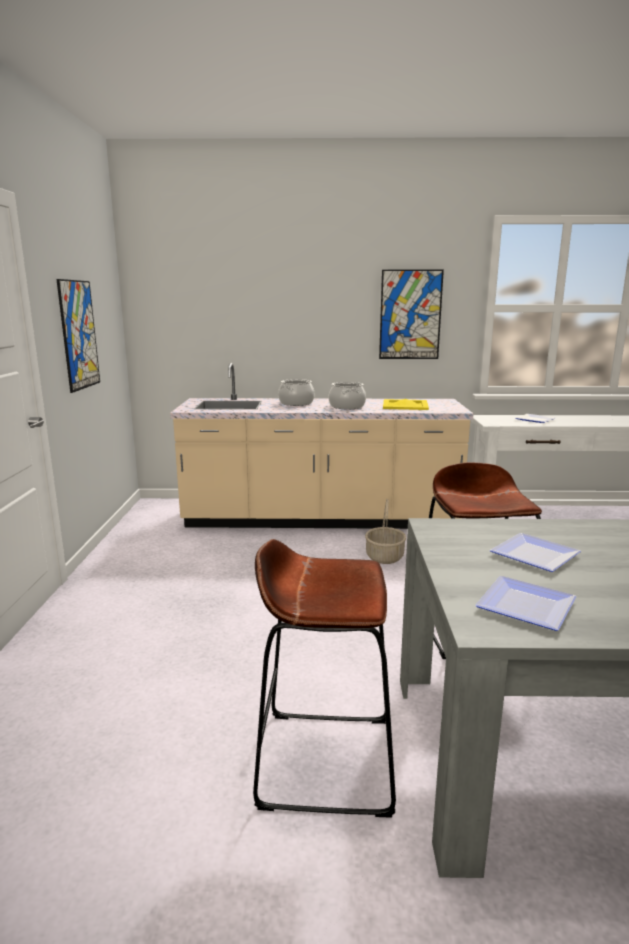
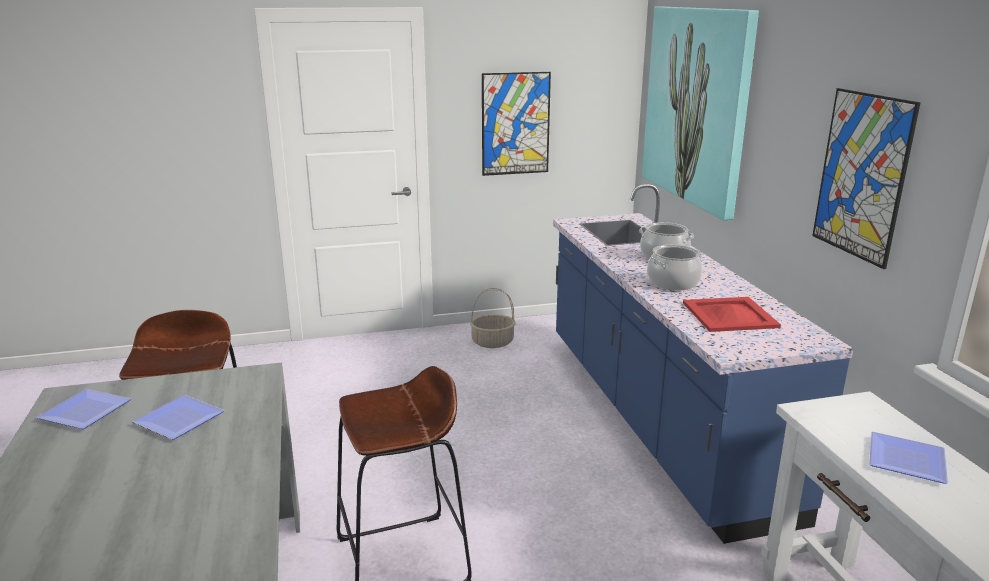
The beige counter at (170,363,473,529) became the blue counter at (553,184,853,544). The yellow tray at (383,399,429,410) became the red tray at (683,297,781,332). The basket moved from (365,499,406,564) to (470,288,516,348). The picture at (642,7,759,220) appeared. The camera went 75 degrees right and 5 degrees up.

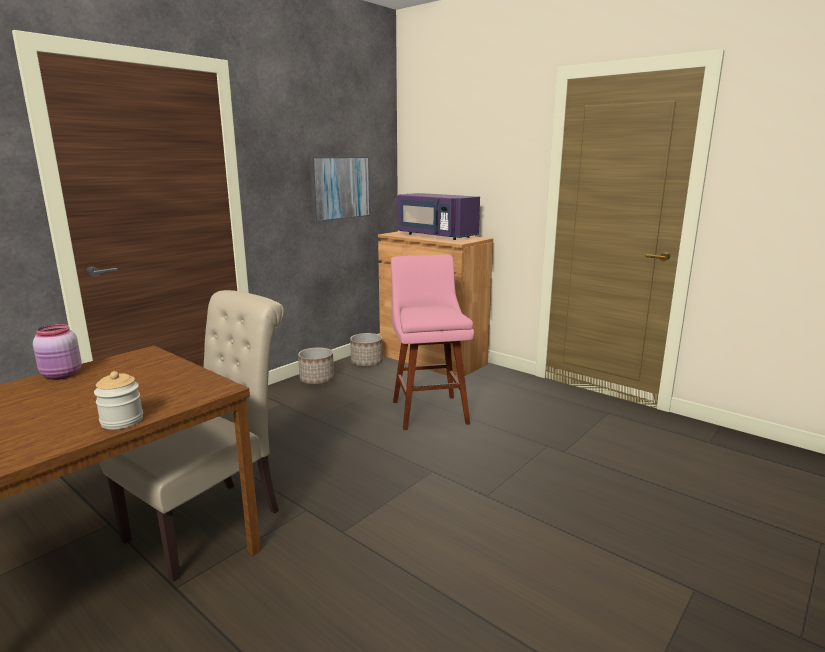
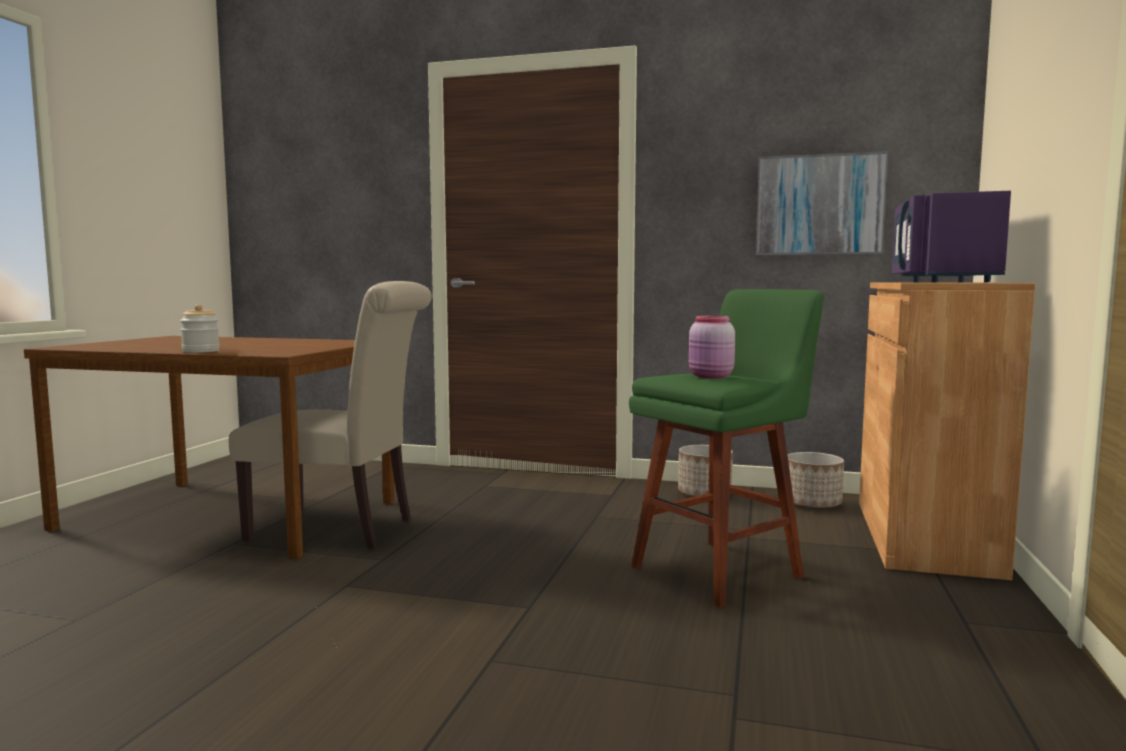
The pink stool at (391,255,474,430) became the green stool at (629,289,824,608). The pink jar moved from (33,324,82,380) to (689,315,735,378). The camera went 65 degrees right and 10 degrees down.

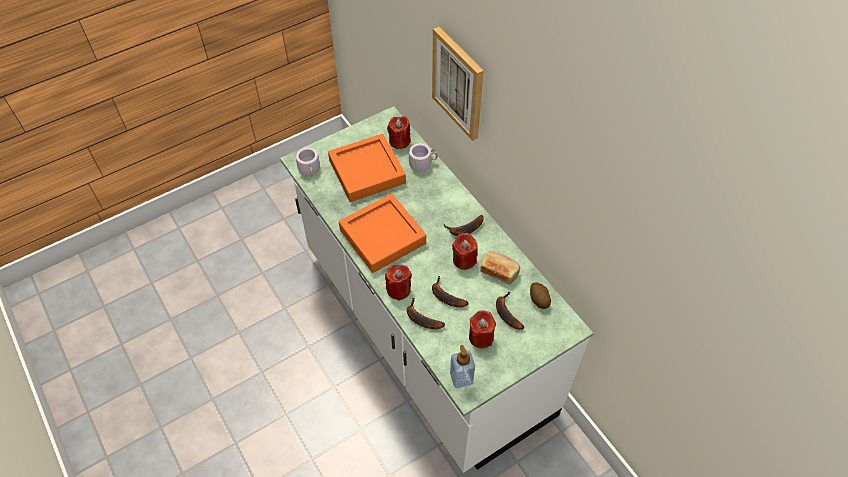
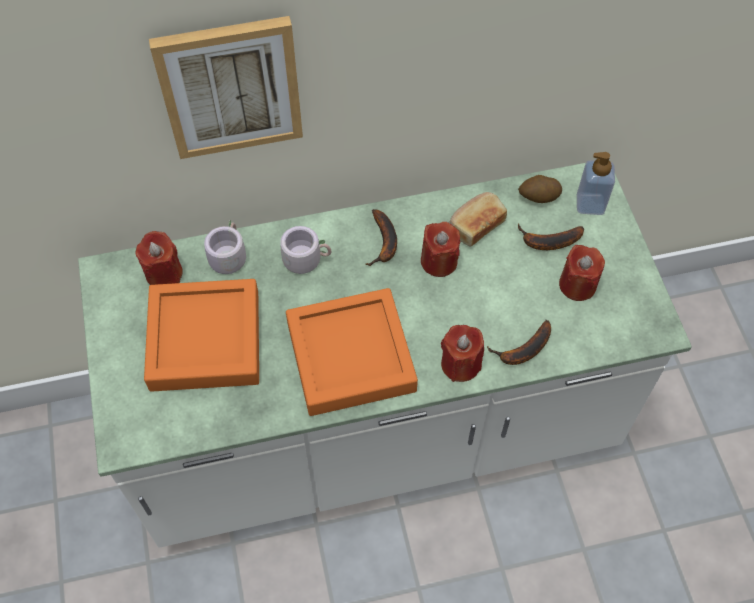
The grey mug moved from (296,148,320,176) to (280,226,331,274). The banana at (432,276,468,308) disappeared. The soap dispenser moved from (450,345,475,388) to (577,152,615,215). The camera went 70 degrees left and 5 degrees up.

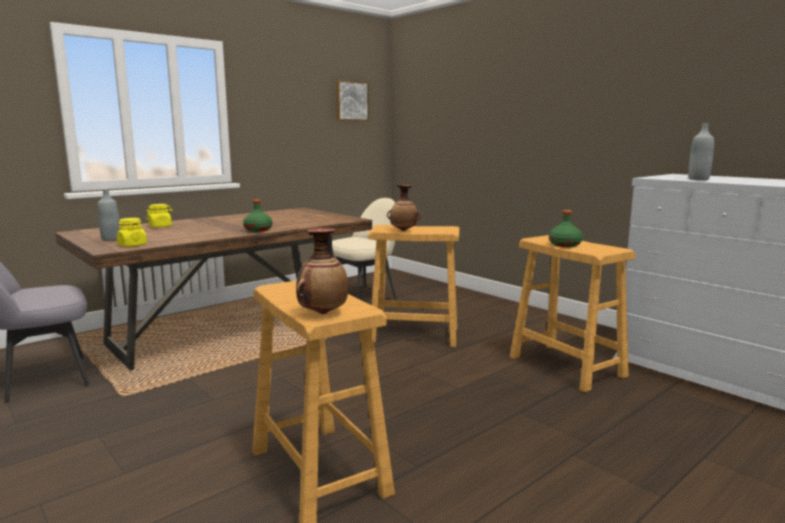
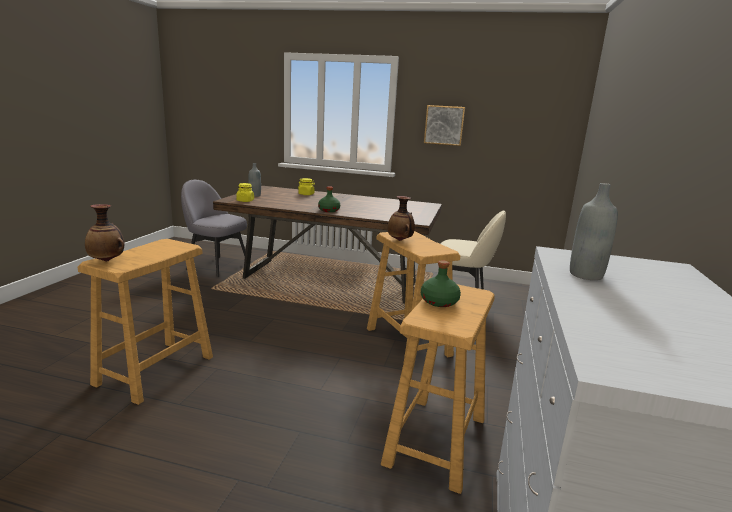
The picture moved from (336,80,369,121) to (424,105,465,146). The camera went 55 degrees right and 5 degrees up.

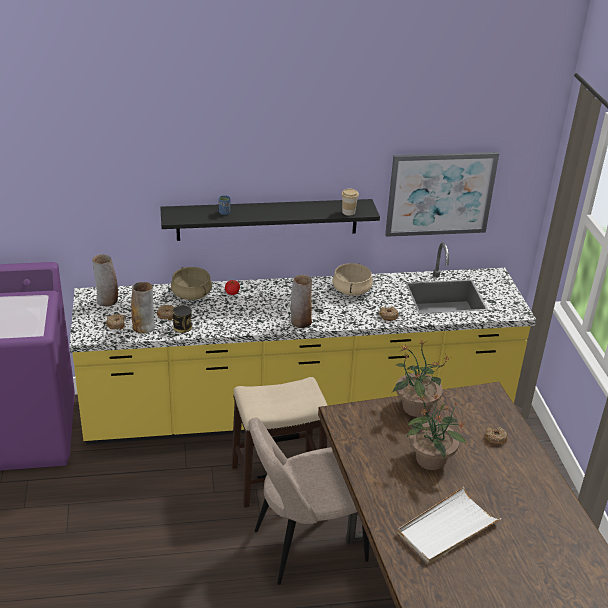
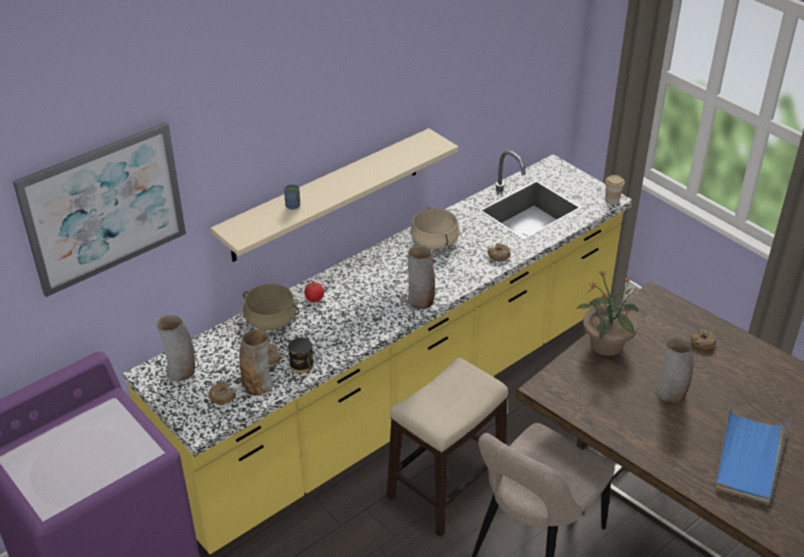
The picture moved from (385,152,499,237) to (13,122,186,297). The cup moved from (341,189,359,216) to (605,175,625,205). The black shelf at (160,199,380,241) became the beige shelf at (210,128,459,262). The potted plant at (407,393,467,470) was replaced by the vase at (657,336,693,404). The white tray at (397,487,501,564) became the blue tray at (715,407,788,503). The camera went 30 degrees left and 5 degrees up.

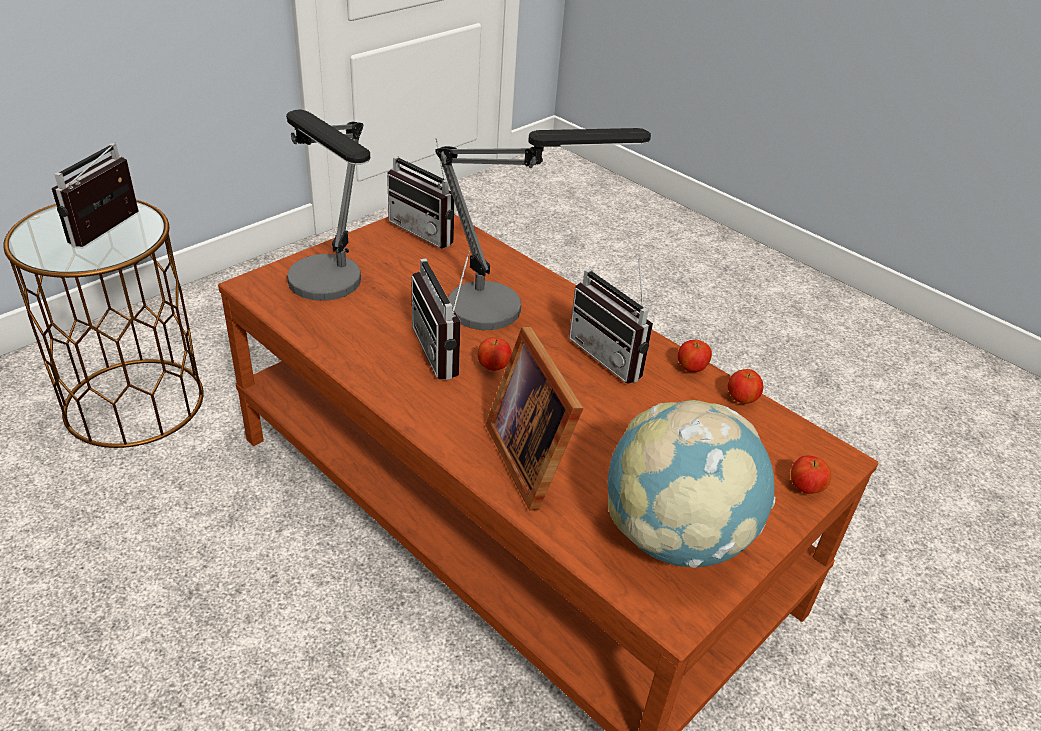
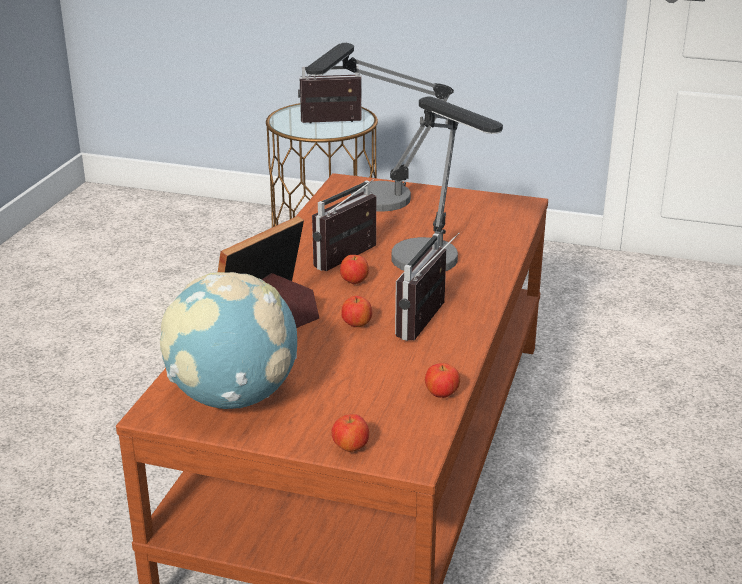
The radio at (387,138,454,249) disappeared. The apple moved from (678,340,712,372) to (341,296,372,327). The camera went 65 degrees right and 10 degrees down.

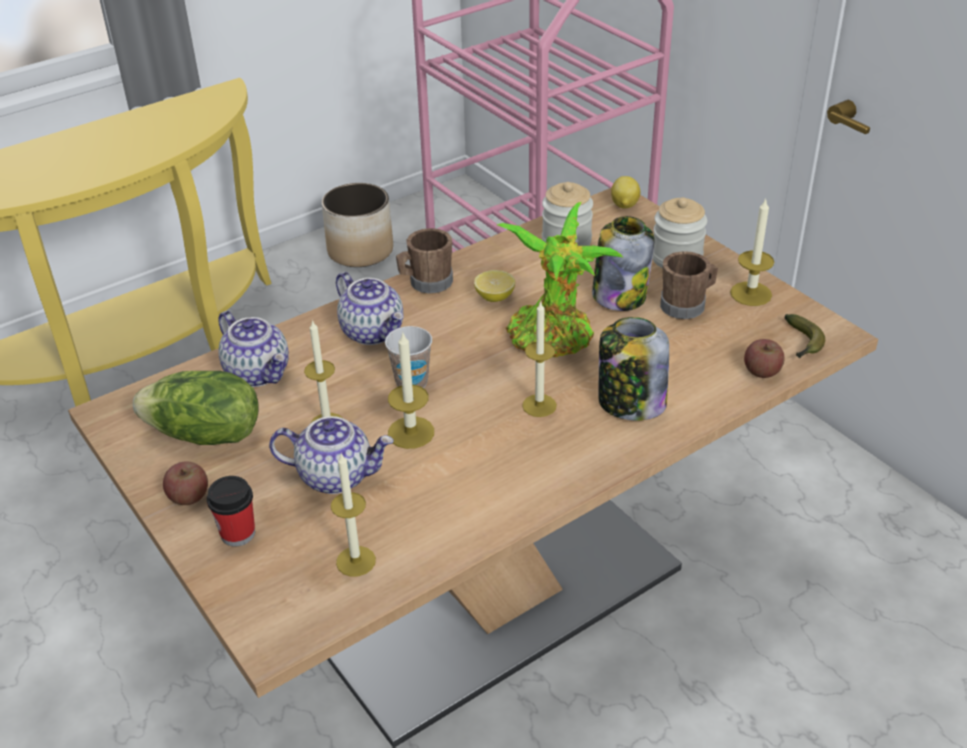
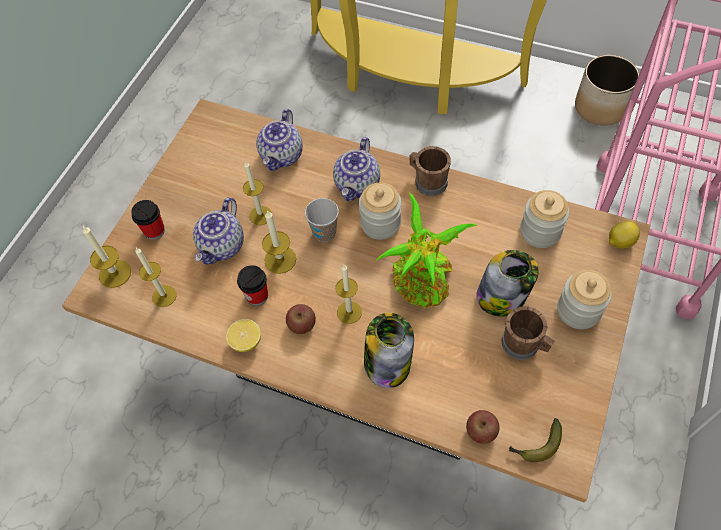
The candle moved from (730,198,774,306) to (83,226,131,288). The lemon moved from (474,270,515,302) to (226,319,261,352). The lettuce at (133,371,259,445) disappeared. The teapot at (269,416,394,494) turned 45 degrees clockwise. The apple moved from (163,461,208,505) to (286,304,316,334). The jar at (359,183,401,240) appeared. The cup at (237,265,268,306) appeared. The camera went 60 degrees right and 20 degrees up.

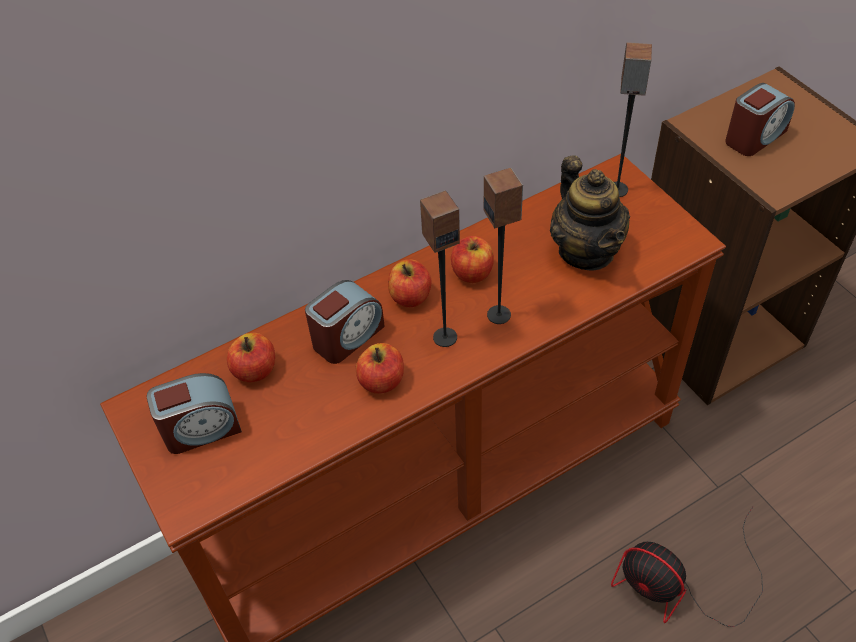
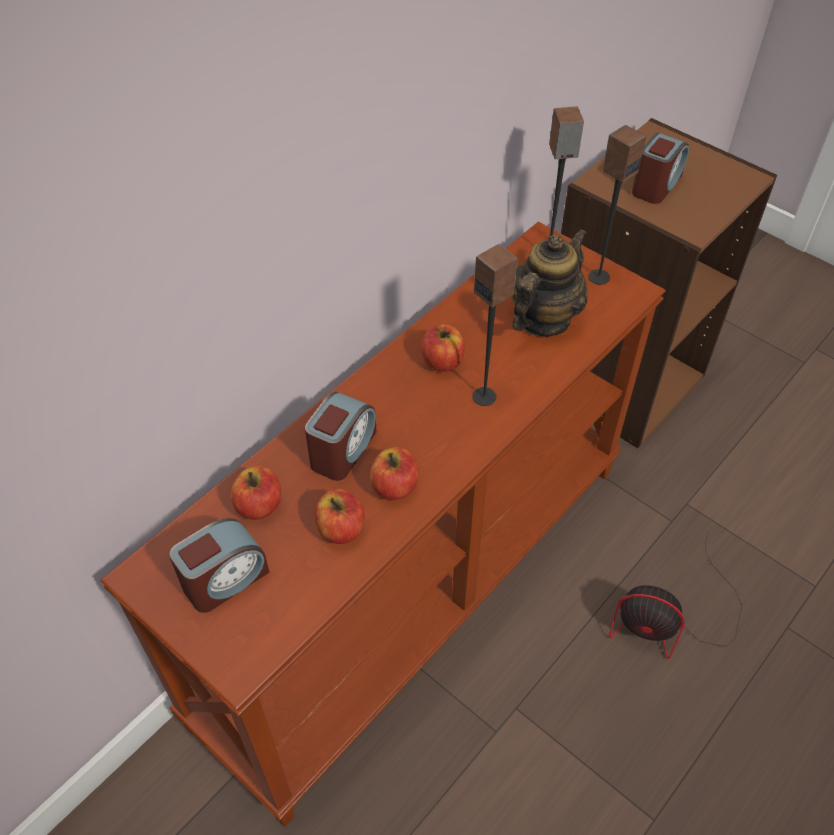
The teapot at (550,155,630,271) turned 105 degrees counterclockwise. The speaker moved from (420,190,460,347) to (588,125,646,285). The apple moved from (388,259,431,307) to (315,489,365,544). The camera went 20 degrees left and 0 degrees up.

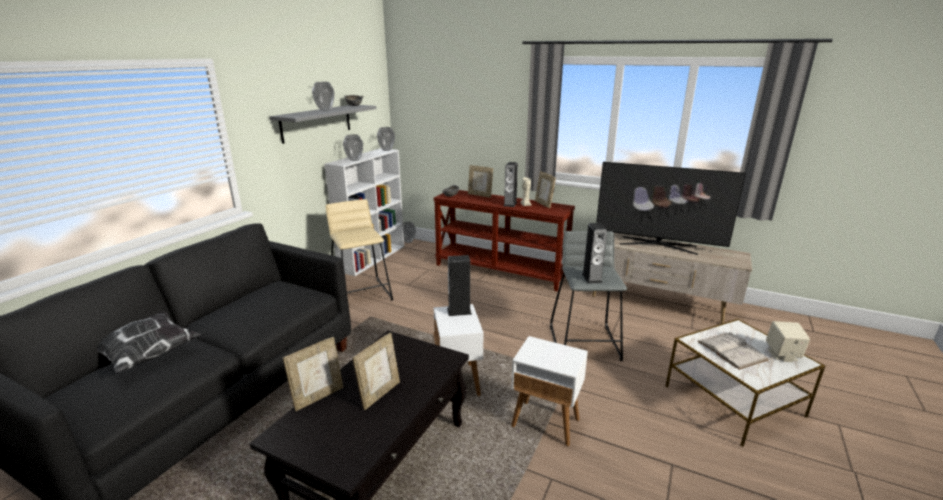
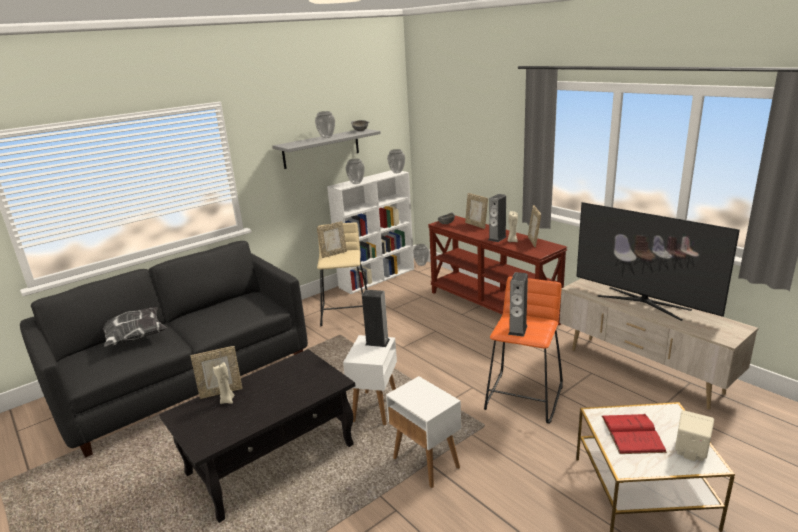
The grey stool at (550,231,627,361) became the orange stool at (484,277,563,424). The white book at (697,332,768,370) became the red book at (602,414,667,454). The picture frame moved from (352,333,400,410) to (317,221,347,258). The beige candle at (213,362,234,404) appeared. The camera went 25 degrees right and 0 degrees up.

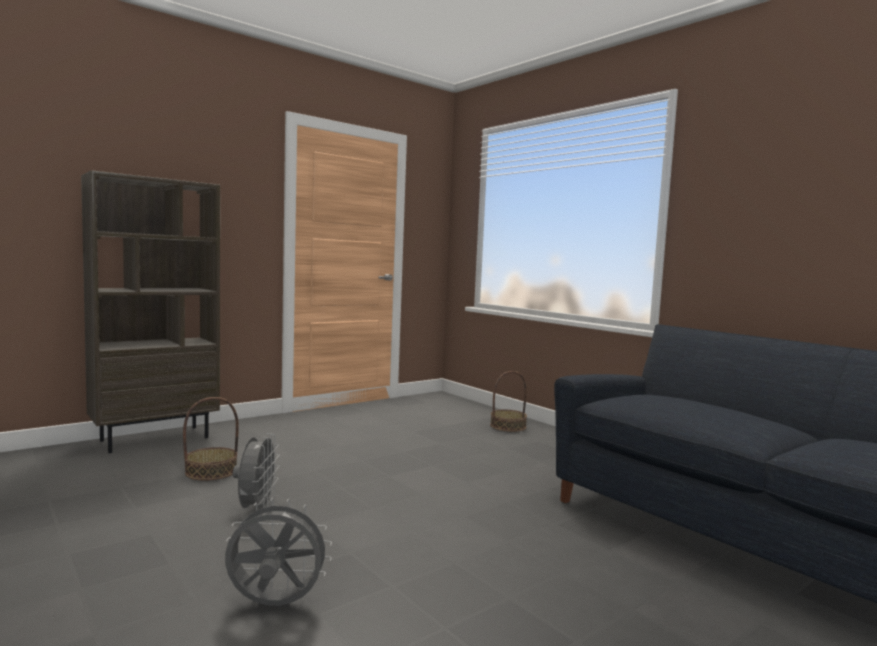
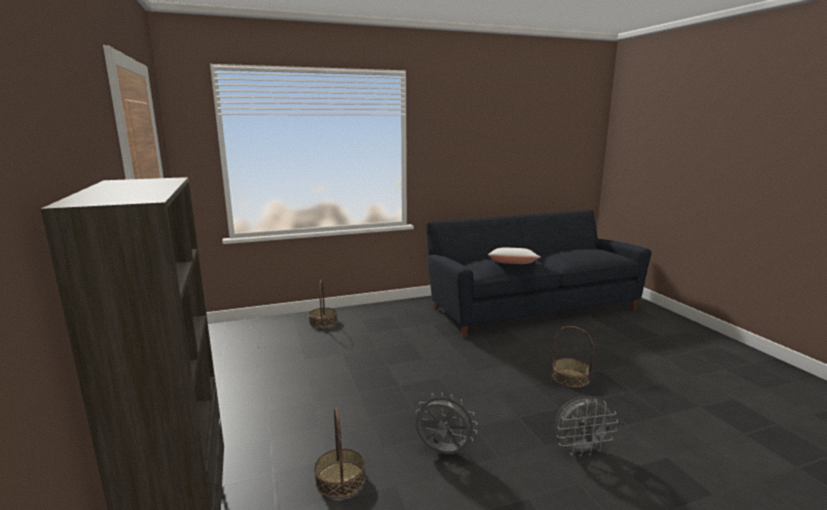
The grey fan at (225,498,332,606) turned 120 degrees counterclockwise. The white pillow at (488,248,541,264) appeared. The basket at (552,326,594,388) appeared. The camera went 70 degrees left and 10 degrees up.

